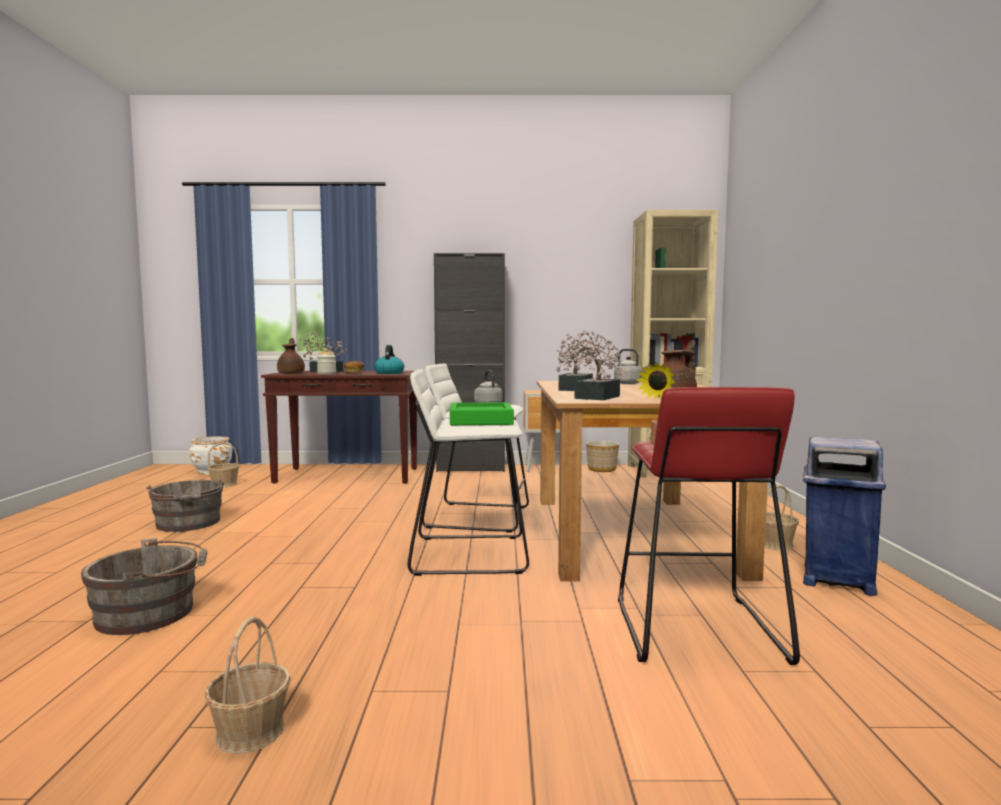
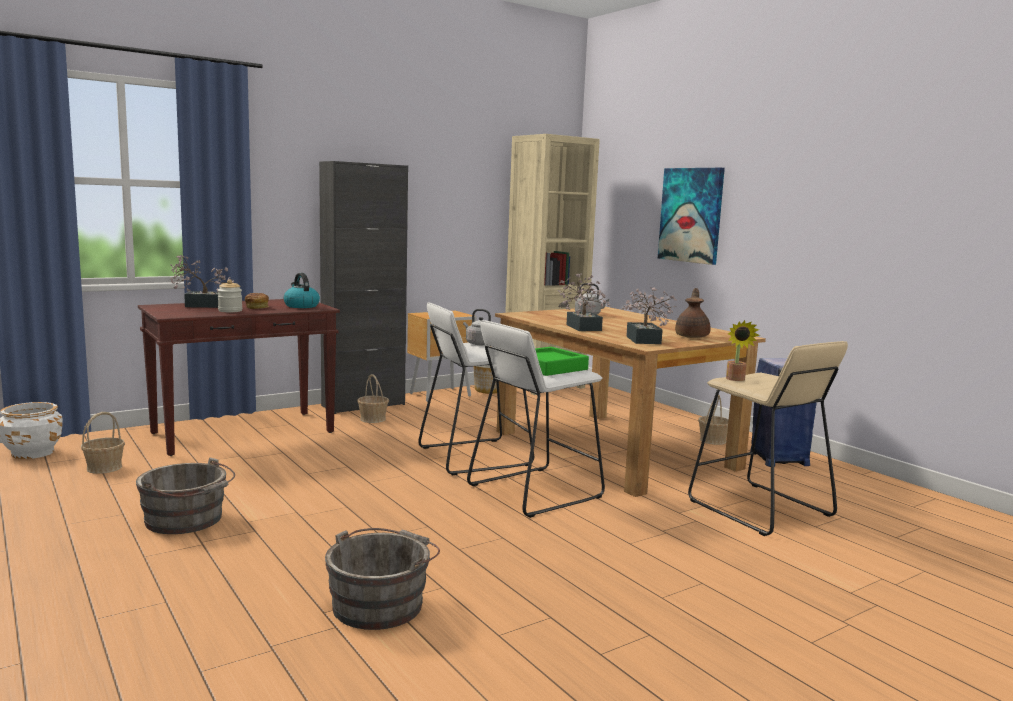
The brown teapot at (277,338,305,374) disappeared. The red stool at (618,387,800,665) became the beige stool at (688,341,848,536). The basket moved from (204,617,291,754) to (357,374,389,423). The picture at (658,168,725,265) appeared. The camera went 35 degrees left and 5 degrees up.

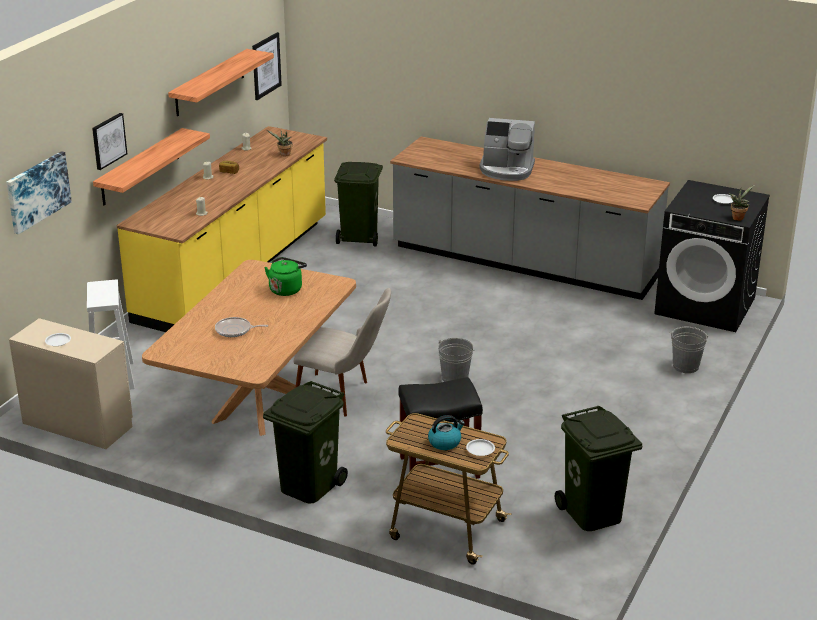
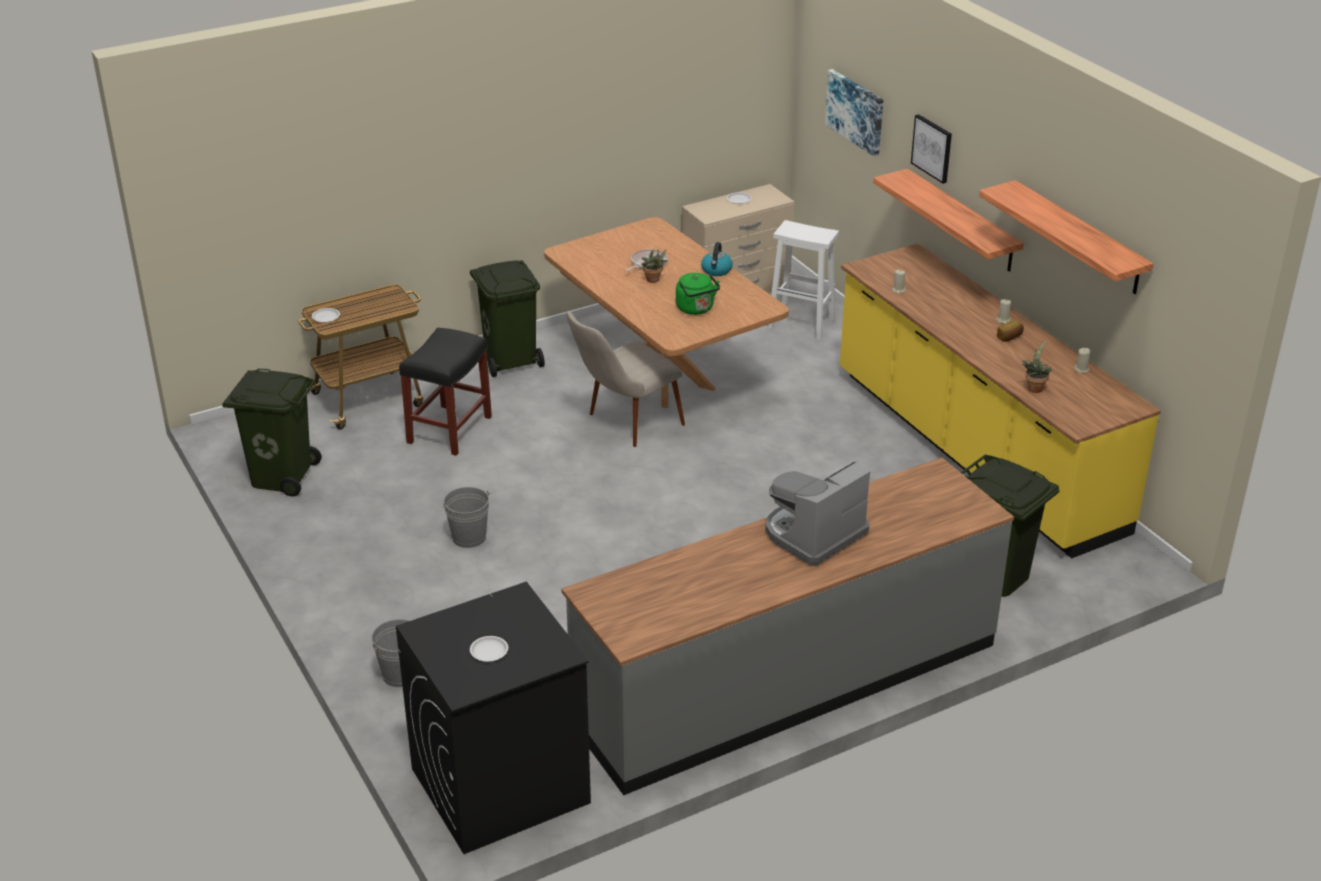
The picture at (252,32,282,100) disappeared. The potted plant moved from (728,185,754,221) to (641,249,667,283). The grey bucket moved from (438,338,474,382) to (443,487,491,548). The kettle moved from (428,415,465,450) to (701,242,733,276). The camera went 125 degrees right and 5 degrees up.

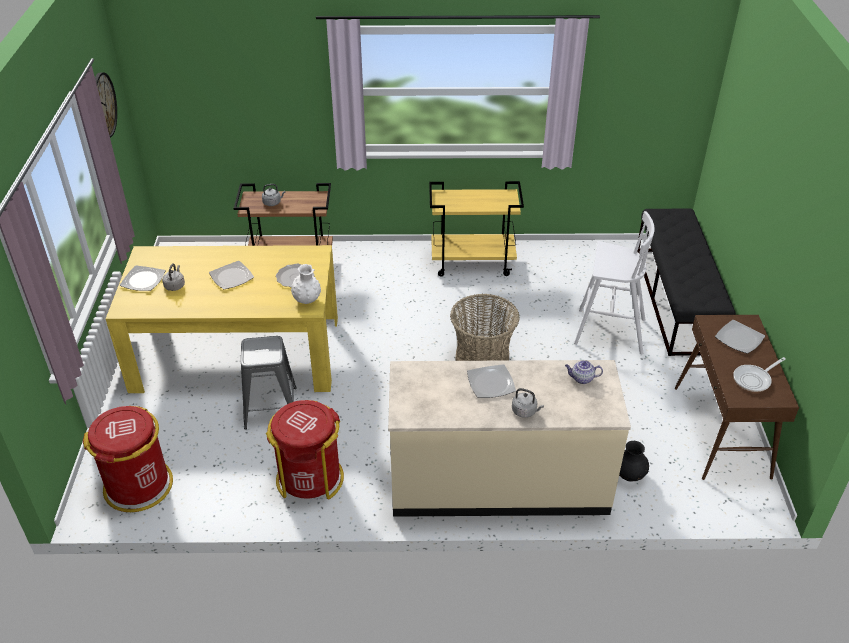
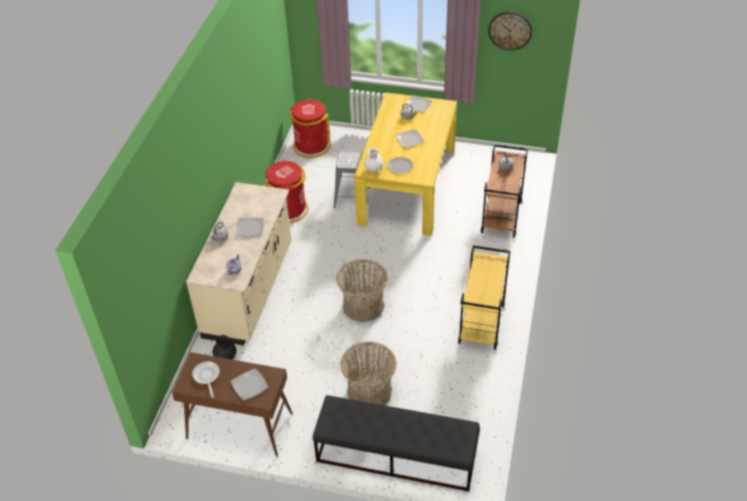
The white stool at (574,211,655,354) was replaced by the basket at (340,342,397,405). The camera went 105 degrees right and 5 degrees up.

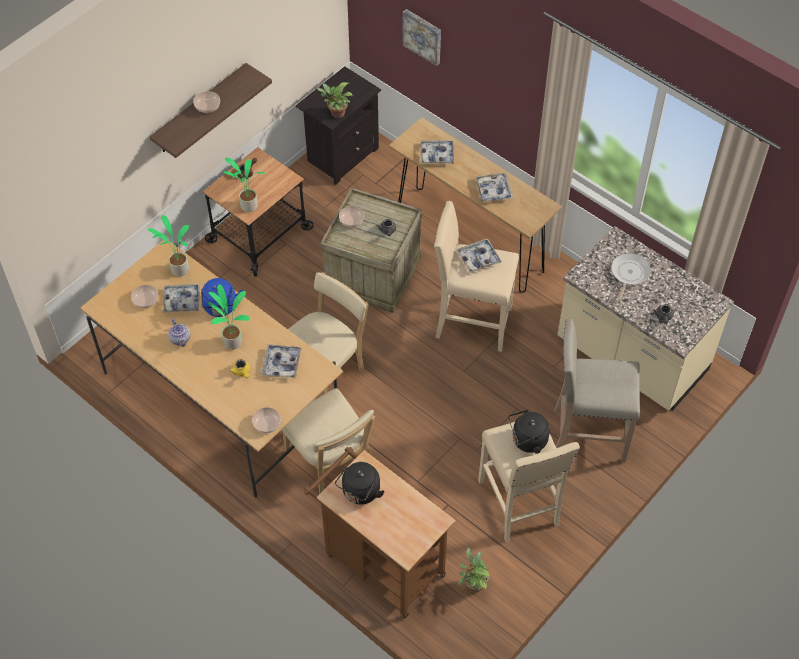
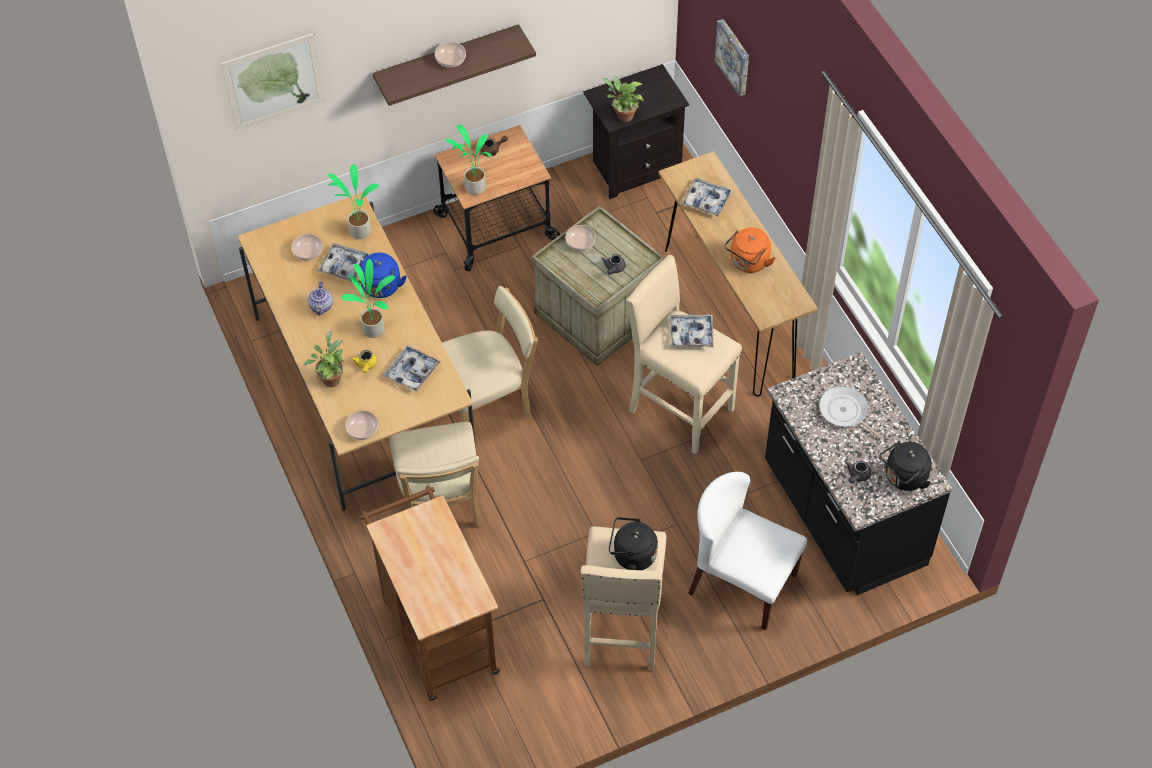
The tray at (475,173,513,202) was replaced by the orange kettle at (724,227,776,273). The beige counter at (557,226,734,411) became the black counter at (765,352,952,595). The frying pan at (611,253,651,302) turned 90 degrees counterclockwise. The beige stool at (555,319,640,463) was replaced by the white chair at (688,472,807,630). The black kettle moved from (335,462,385,505) to (880,441,932,491). The potted plant moved from (458,548,490,593) to (304,331,344,387). The picture at (221,33,326,131) appeared. The camera went 25 degrees right and 0 degrees up.

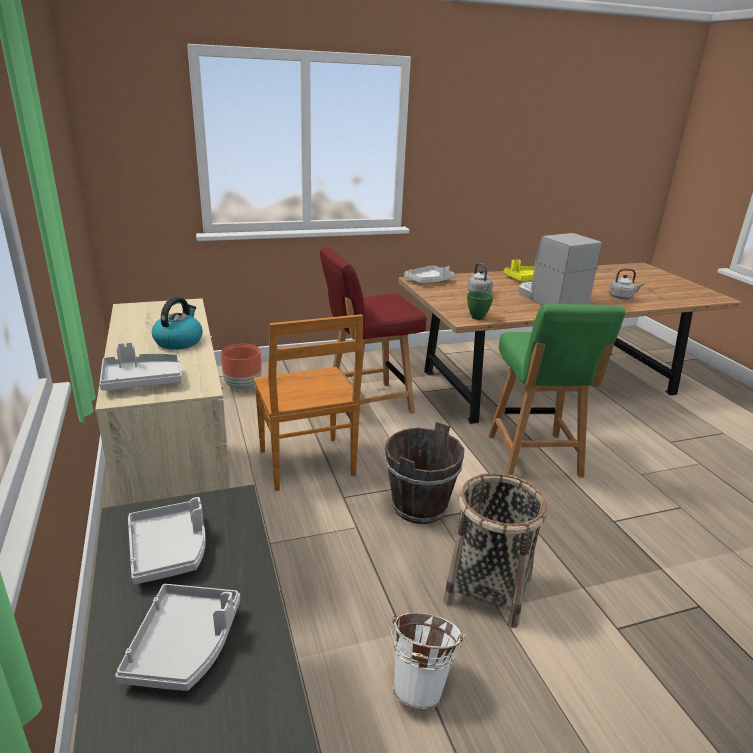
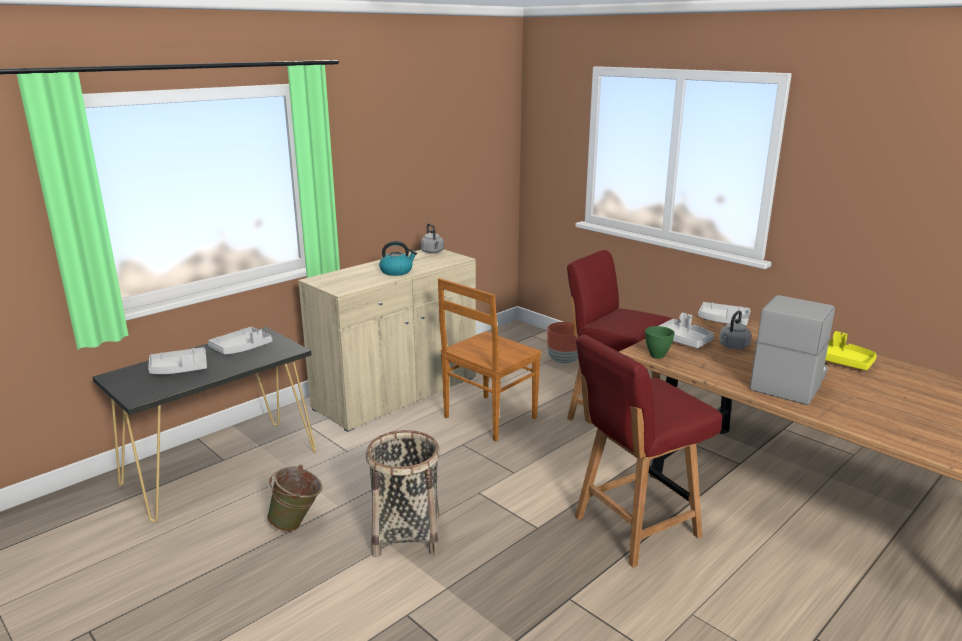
The grey kettle moved from (609,268,644,299) to (421,223,444,254). The green chair at (488,304,626,478) became the red chair at (575,335,722,568). The grey tray moved from (99,342,182,391) to (659,313,714,348). The brown bucket at (385,422,464,524) disappeared. The white bucket at (390,612,465,709) became the green bucket at (267,465,322,532). The camera went 65 degrees right and 5 degrees down.

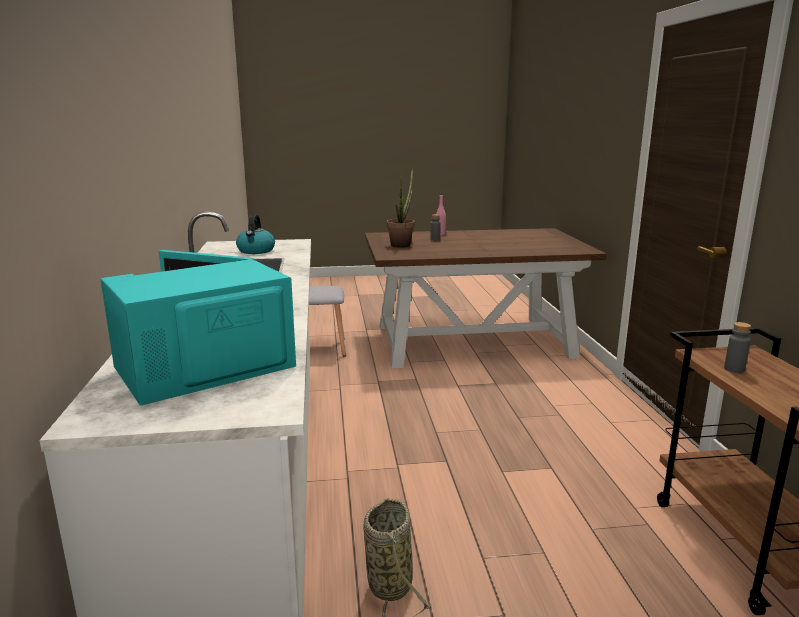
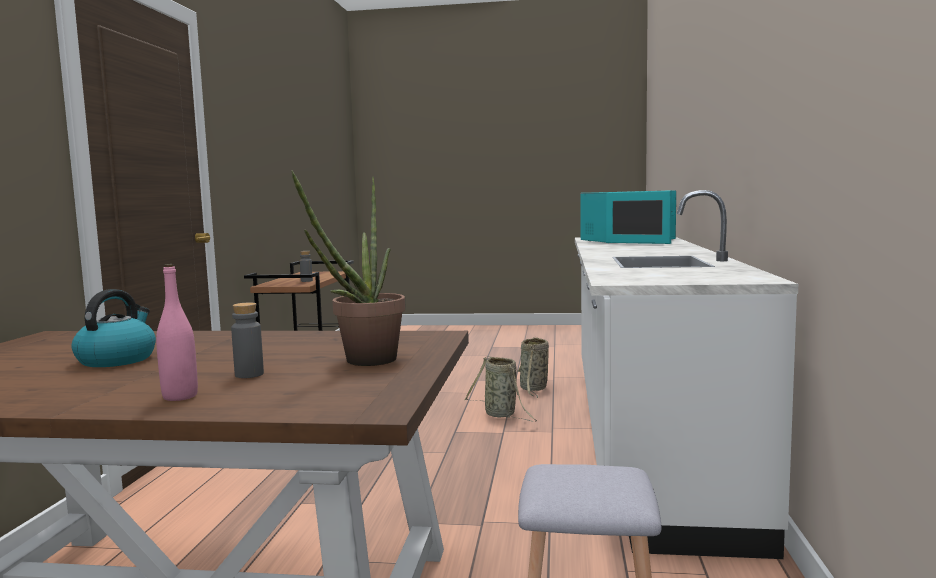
The kettle moved from (236,215,275,254) to (72,289,156,367). The basket at (464,356,537,422) appeared. The camera went 165 degrees left and 10 degrees down.

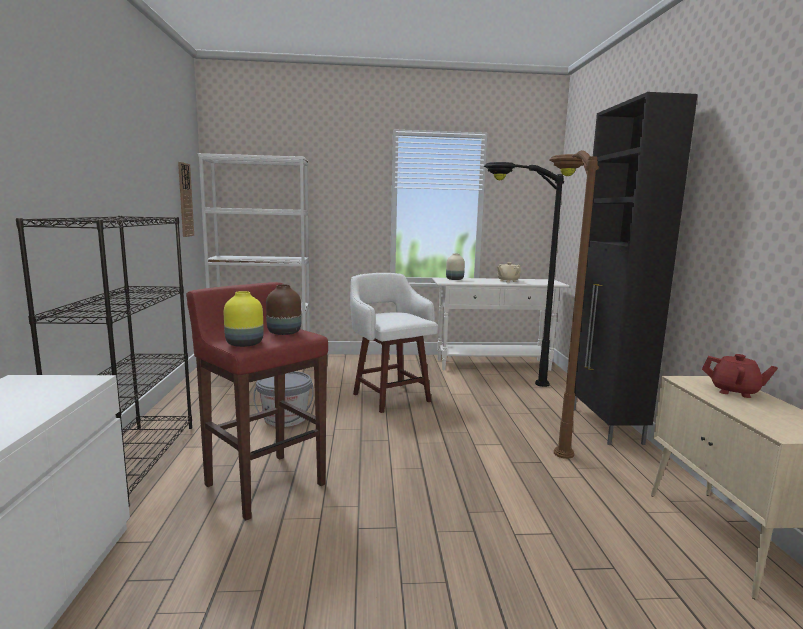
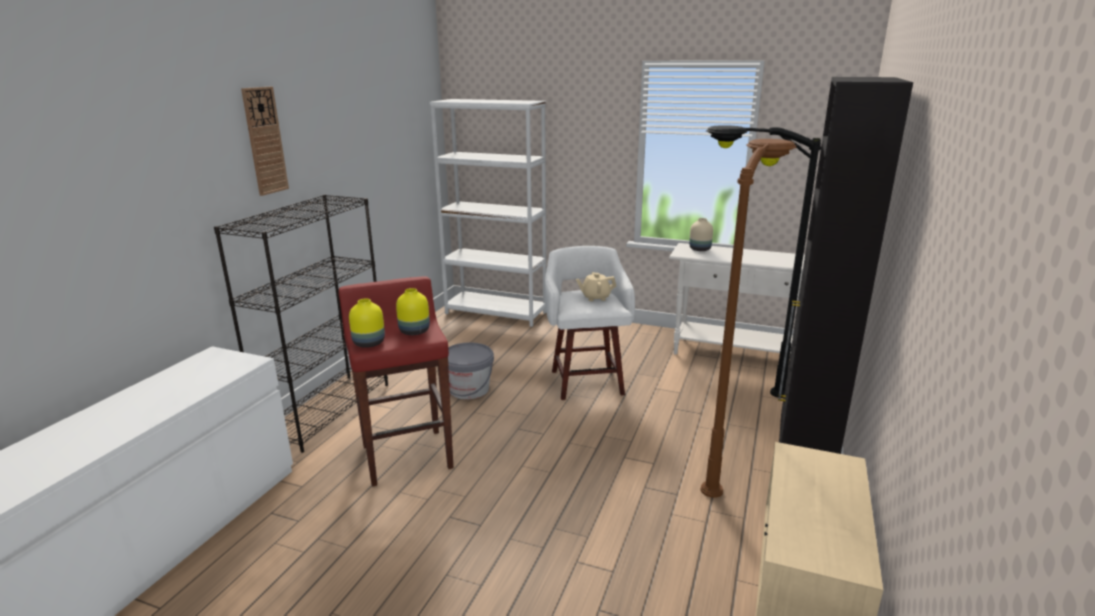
The wall clock moved from (178,162,194,237) to (241,86,289,196). The beige teapot moved from (497,262,521,283) to (576,272,616,301). The brown vase at (266,284,301,335) became the yellow vase at (396,288,430,335). The red teapot at (702,354,778,398) disappeared. The camera went 25 degrees right and 10 degrees up.

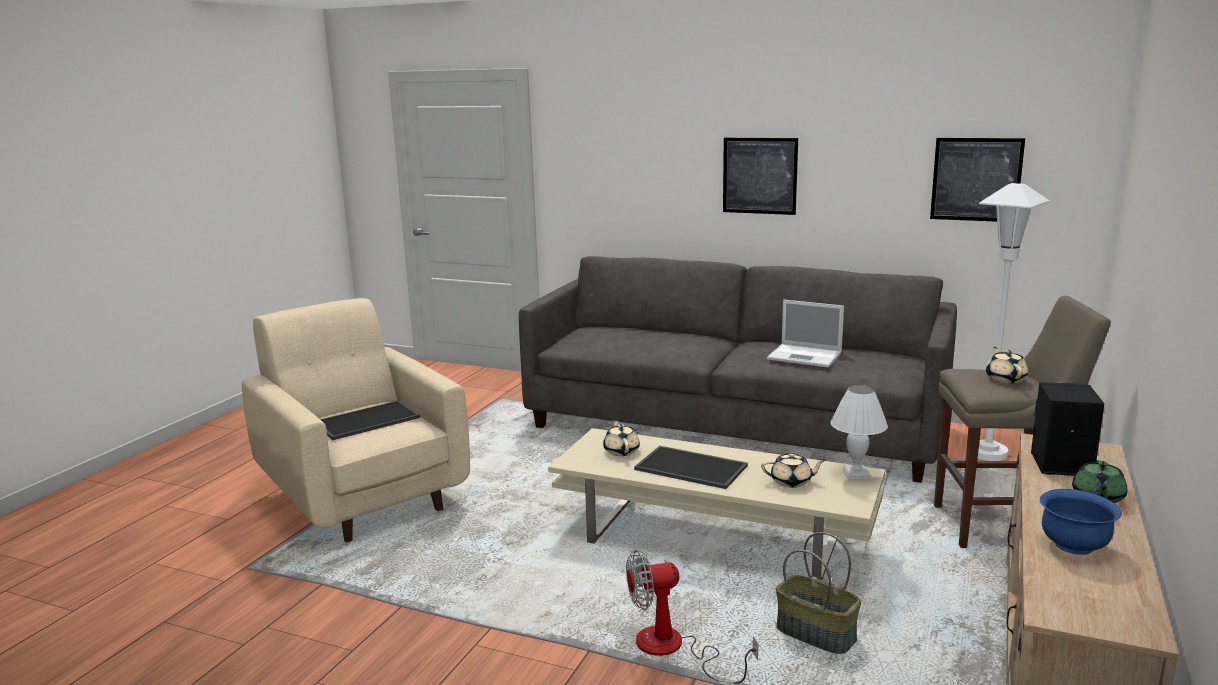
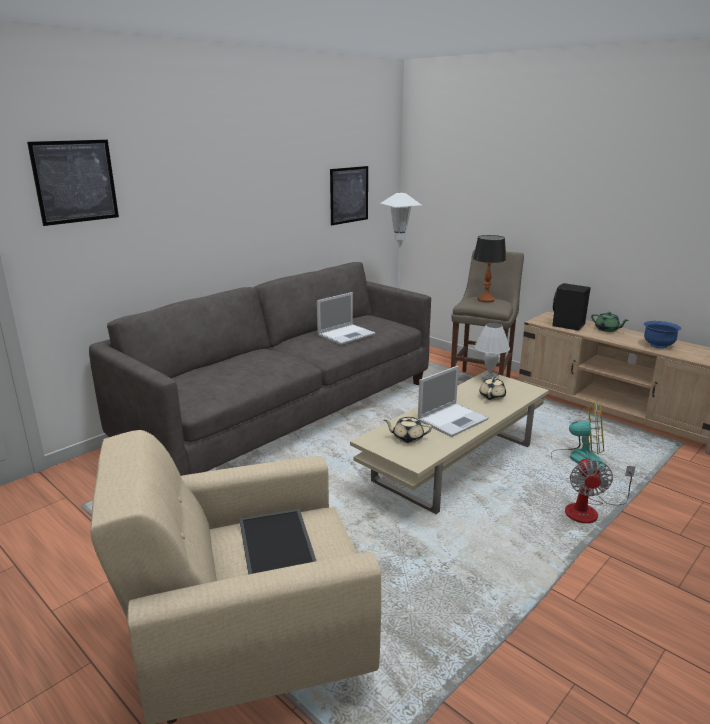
The picture moved from (723,138,798,215) to (27,140,119,226). The beige teapot at (986,347,1028,383) was replaced by the table lamp at (473,235,506,302). The tray at (634,446,748,489) was replaced by the laptop at (418,366,489,437). The basket at (776,532,861,654) was replaced by the fan at (551,402,606,471). The camera went 70 degrees left and 5 degrees up.

